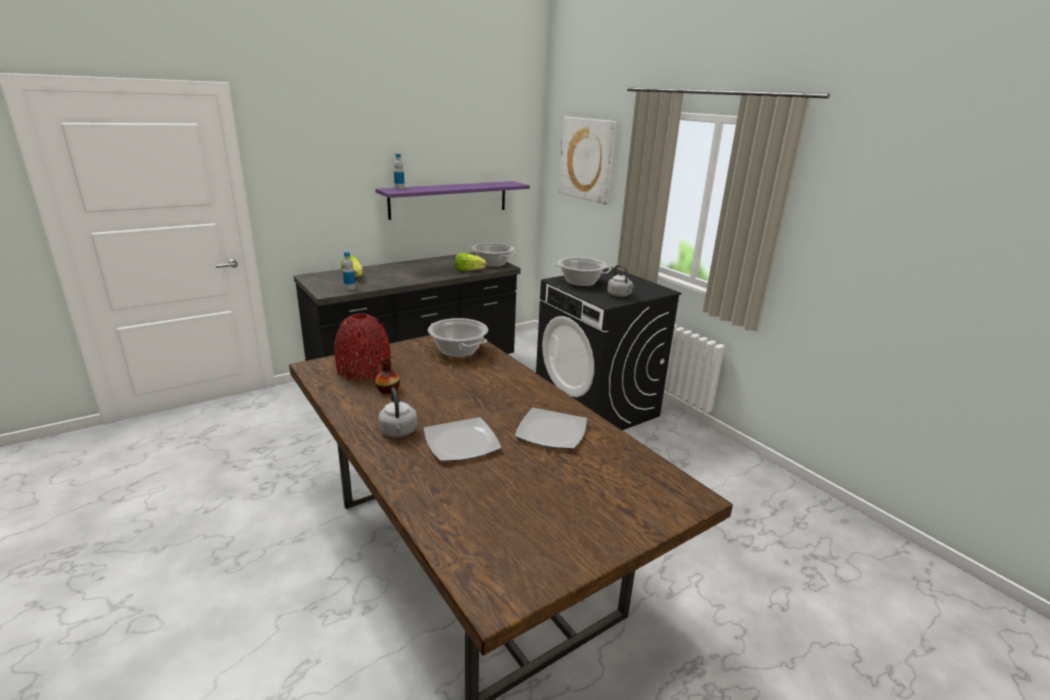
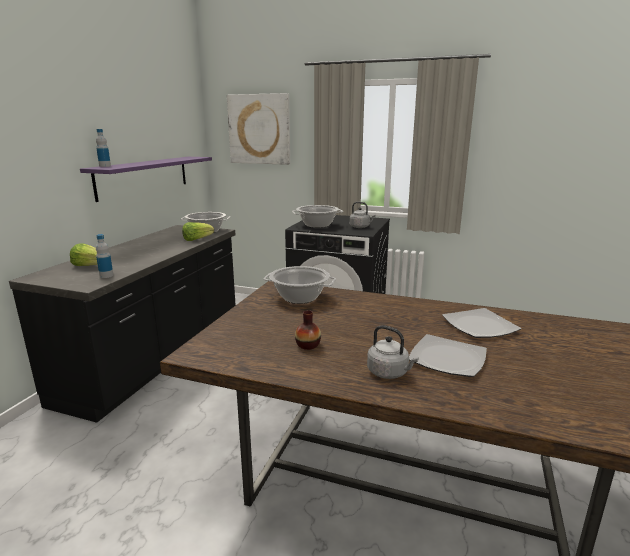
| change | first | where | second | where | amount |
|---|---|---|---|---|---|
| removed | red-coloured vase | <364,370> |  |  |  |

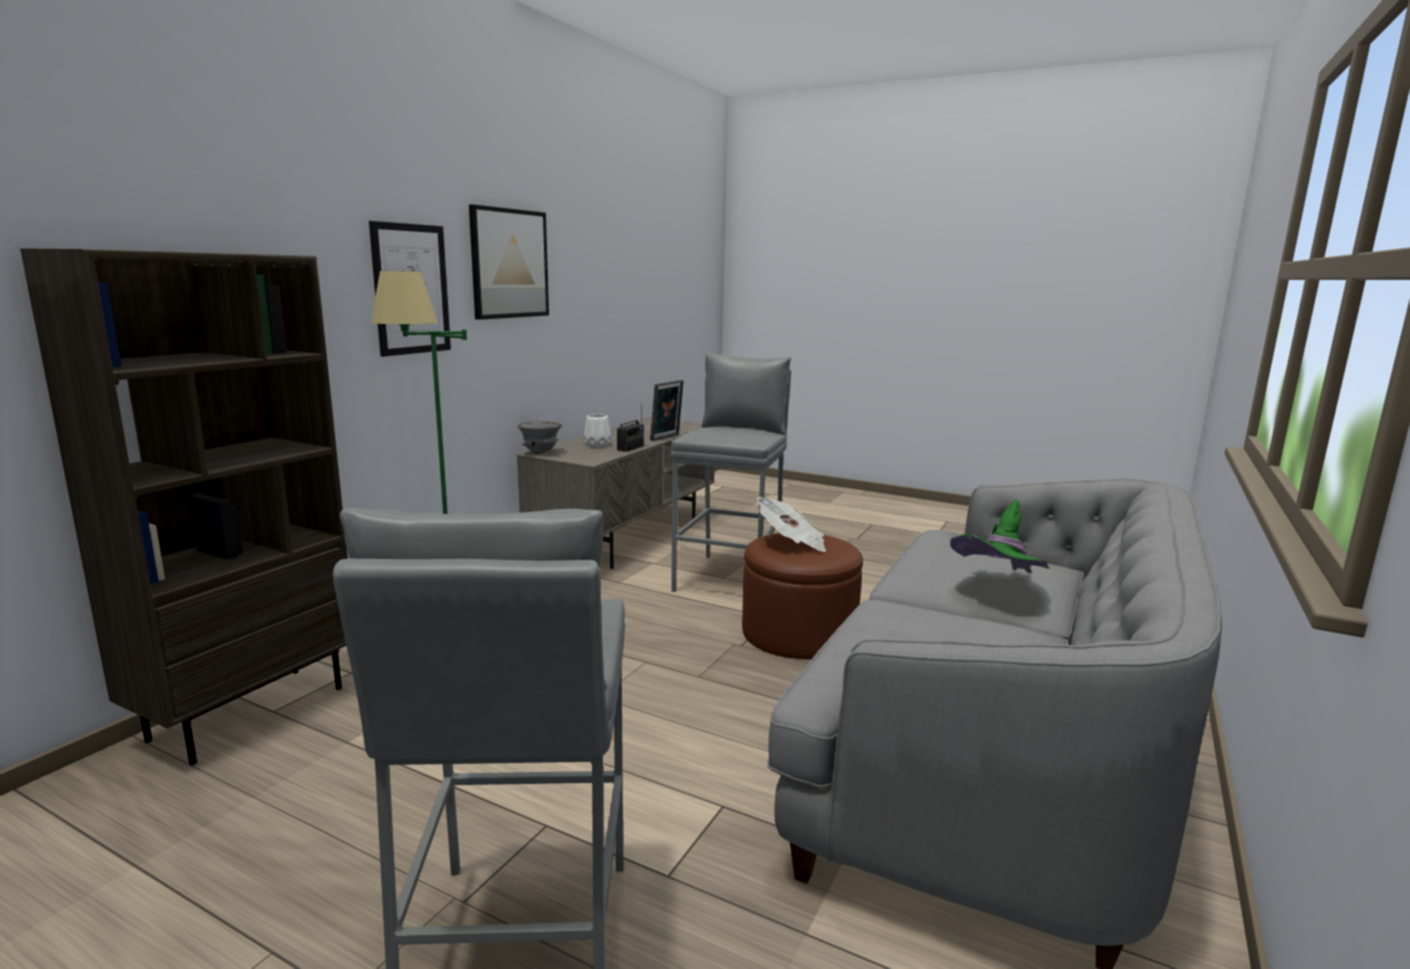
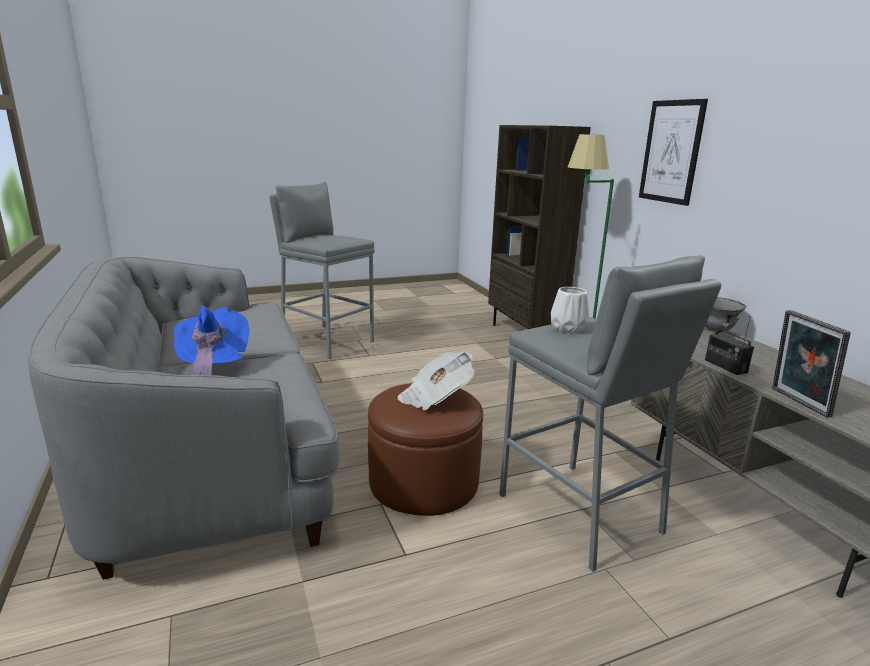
| change | first | where | second | where | amount |
|---|---|---|---|---|---|
| removed | wall picture | <509,263> |  |  |  |
| moved | white-coloured vase | <596,445> |  | <568,328> |  |
| recoloured | green-coloured clothing hat | <999,589> | blue clothing hat | <213,366> |  |

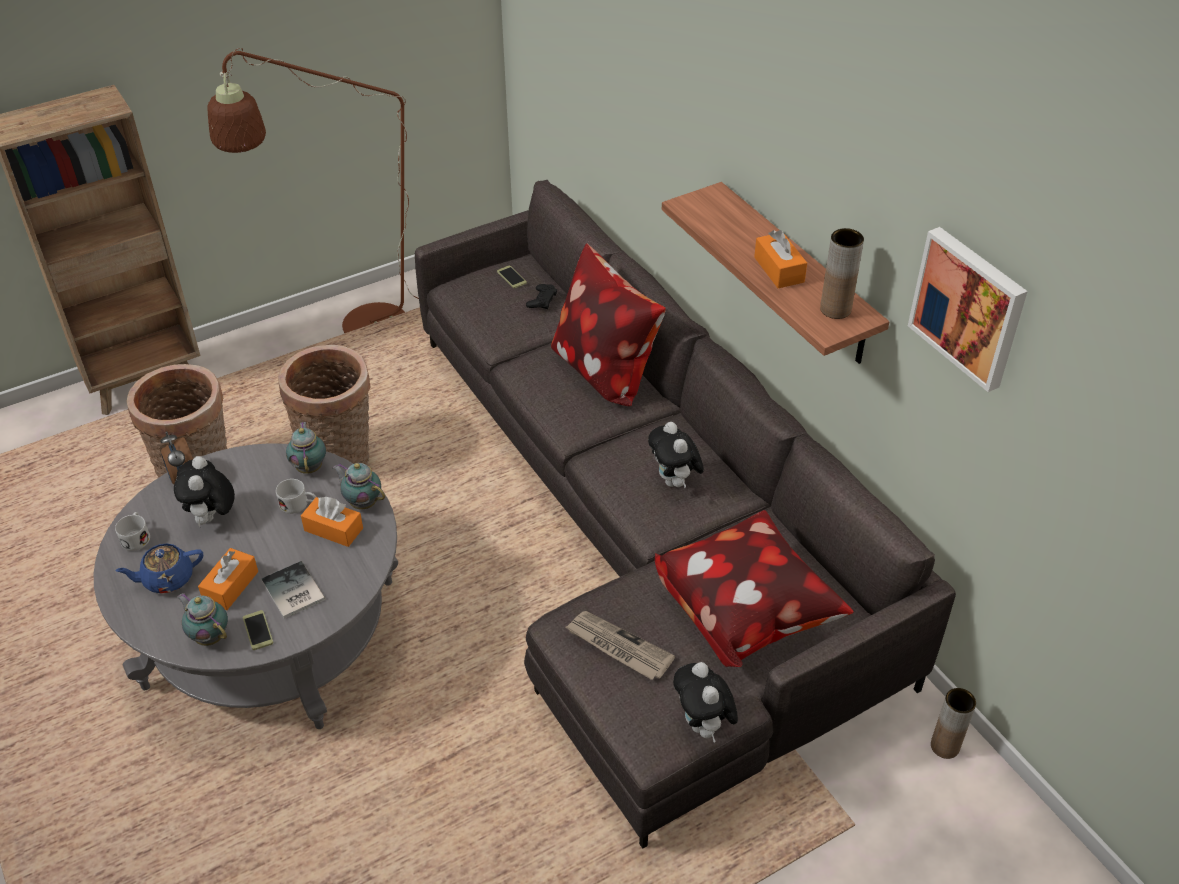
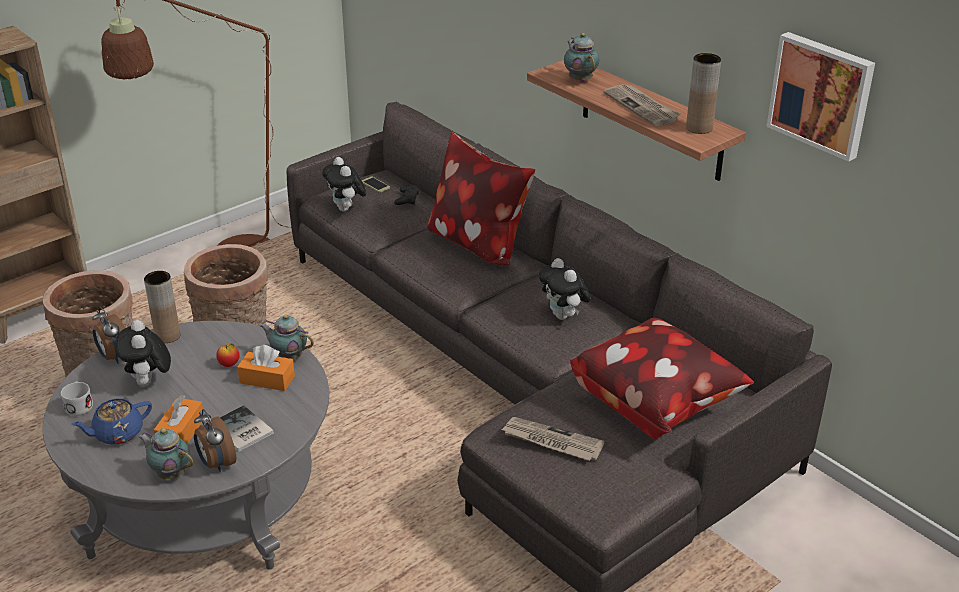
| change | first | where | second | where | amount |
|---|---|---|---|---|---|
| replaced | telephone | <258,630> | alarm clock | <216,463> |  |
| replaced | white-coloured tea mug | <299,505> | apple fruit | <229,364> |  |
| moved | teapot | <310,467> |  | <580,79> |  |
| moved | soft toy | <703,726> |  | <346,209> |  |
| replaced | orangey tissue holder | <779,270> | printed paper | <642,107> |  |
| moved | brownish vase | <944,746> |  | <167,336> |  |

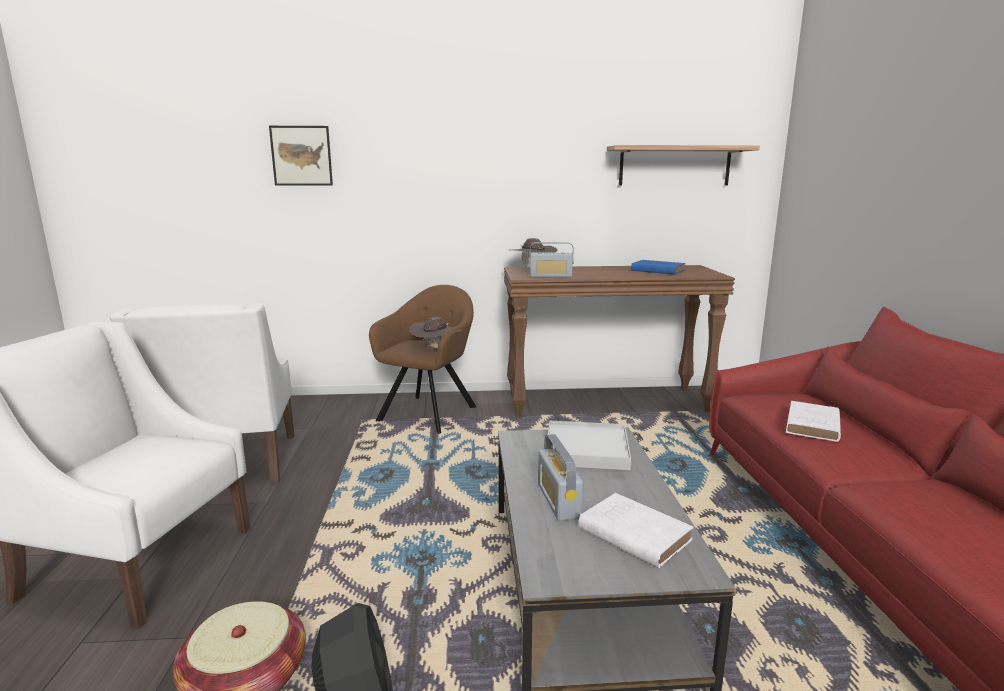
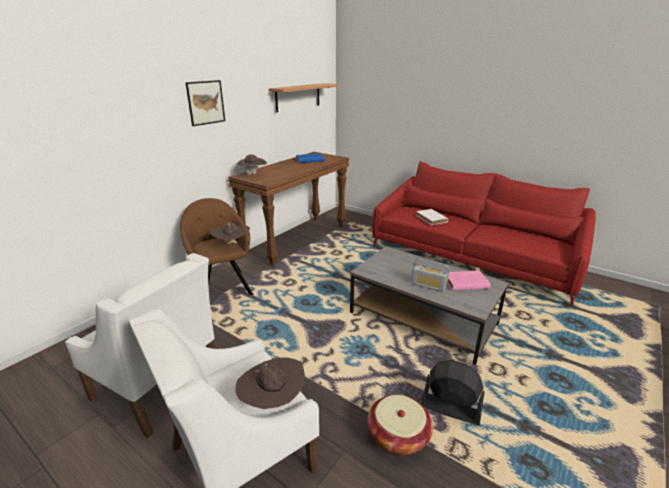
| change | first | where | second | where | amount |
|---|---|---|---|---|---|
| moved | wall picture | <301,156> |  | <205,102> |  |
| removed | radio receiver | <551,276> |  |  |  |
| removed | white-coloured tray | <586,449> |  |  |  |
| recoloured | white-coloured book | <632,533> | pink-coloured book | <464,283> |  |
| added |  |  | brownish clothing hat | <272,401> |  |

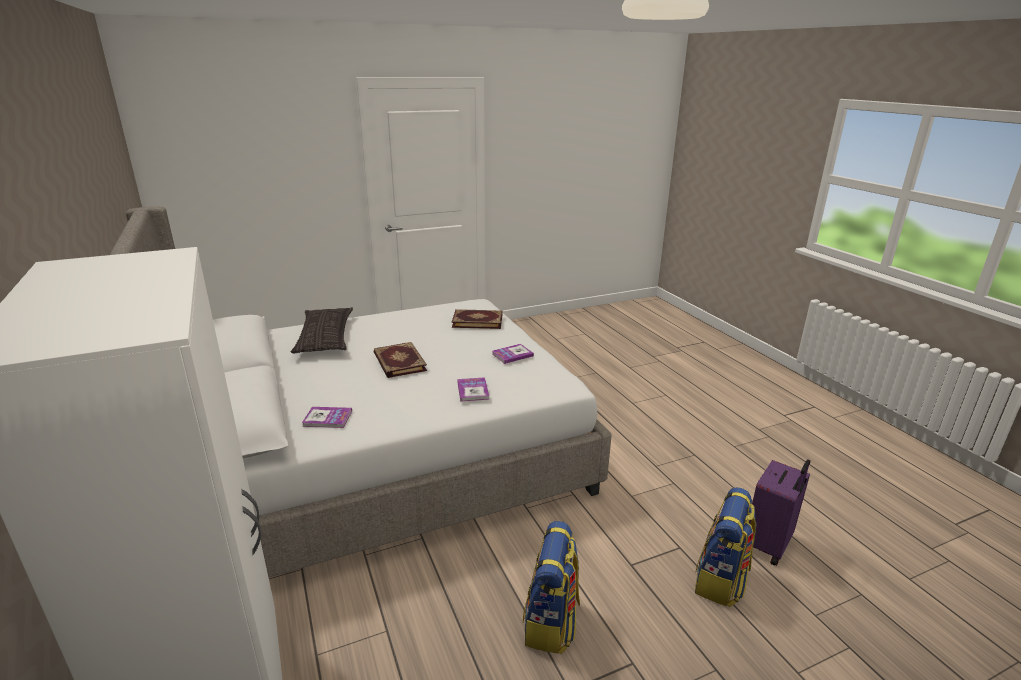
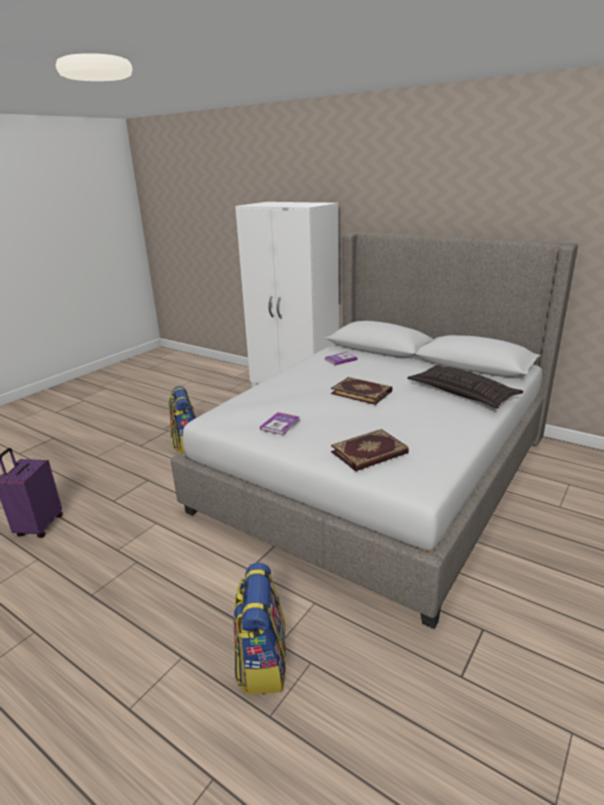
| change | first | where | second | where | amount |
|---|---|---|---|---|---|
| removed | book | <473,390> |  |  |  |
| moved | backpack | <721,580> |  | <261,662> |  |

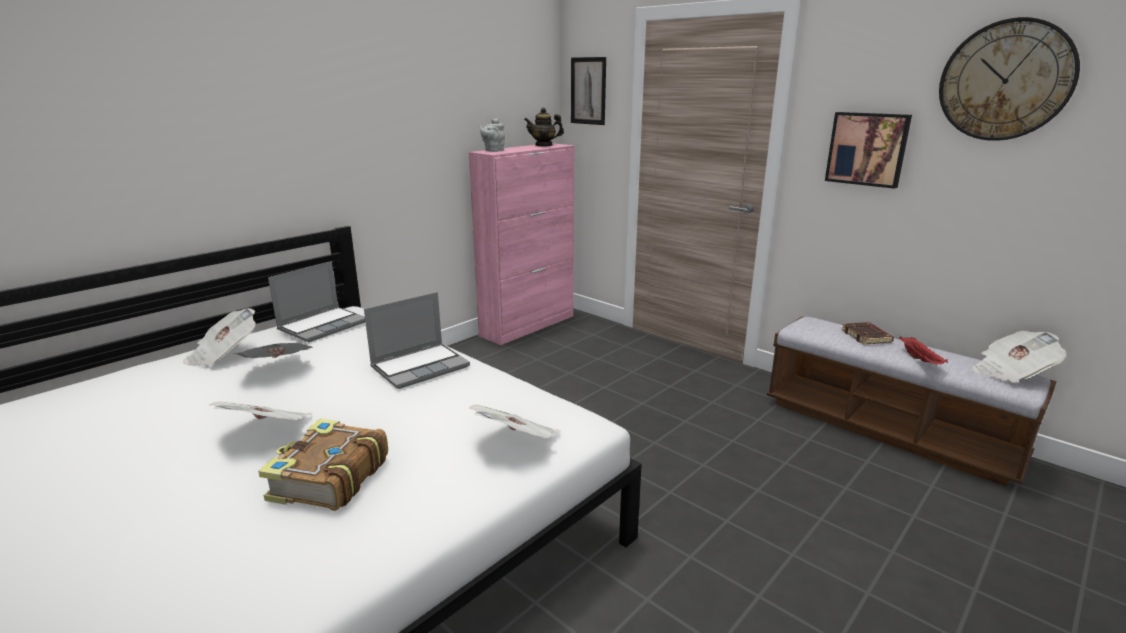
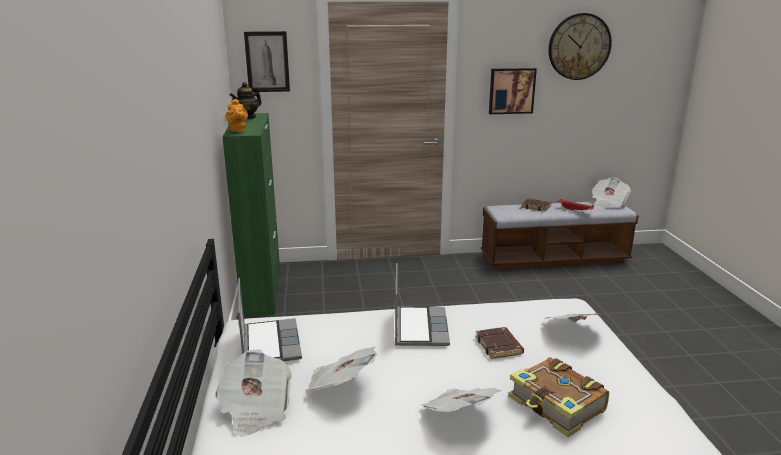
| change | first | where | second | where | amount |
|---|---|---|---|---|---|
| recoloured | pink-coloured cabinet | <528,325> | green-coloured cabinet | <262,290> |  |
| recoloured | greyish teapot | <493,150> | orangey teapot | <237,131> |  |
| added |  |  | brownish book | <499,346> |  |

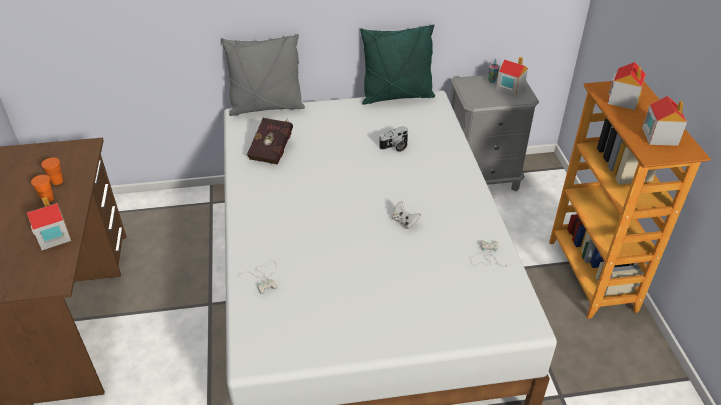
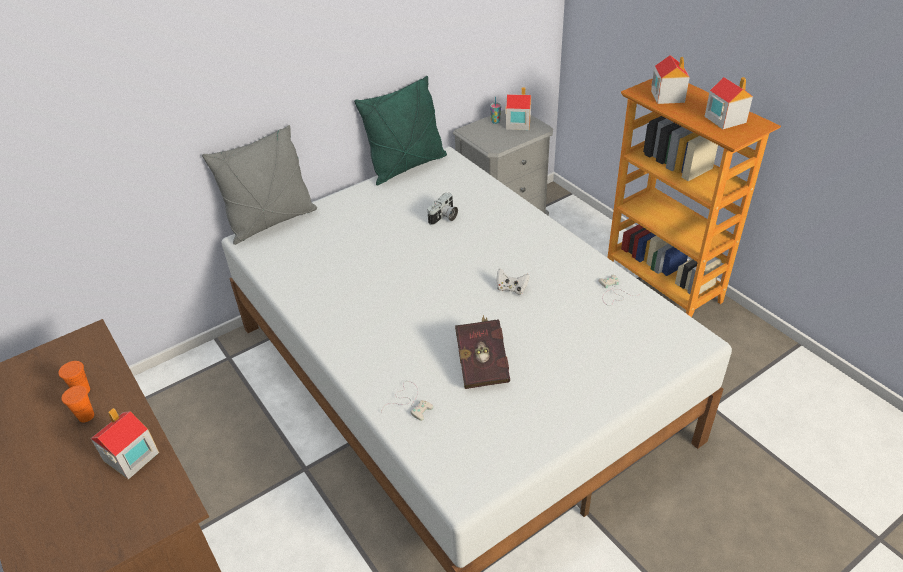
| change | first | where | second | where | amount |
|---|---|---|---|---|---|
| moved | red-coloured book | <273,150> |  | <482,364> |  |

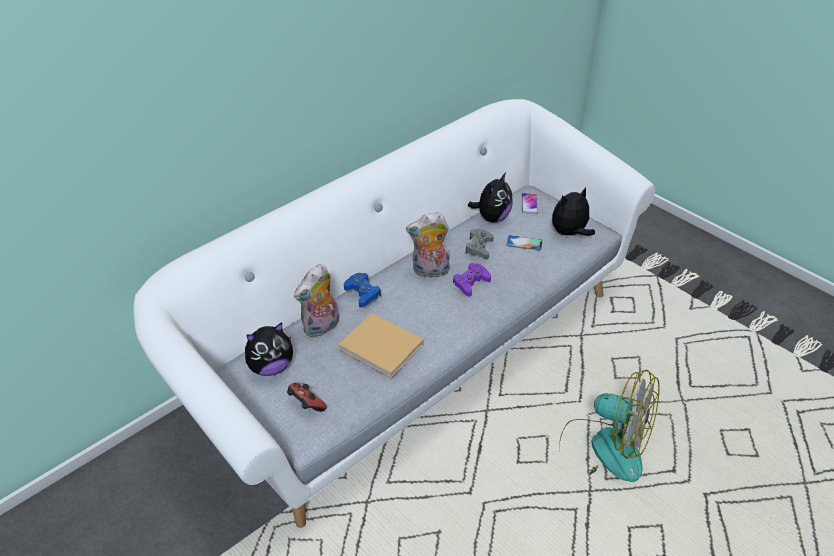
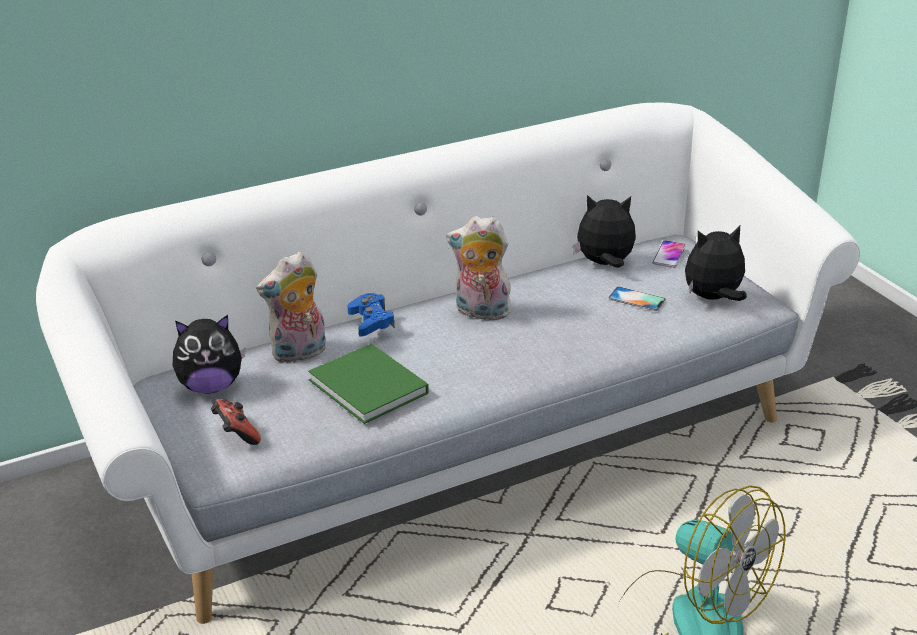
| change | first | where | second | where | amount |
|---|---|---|---|---|---|
| recoloured | sand-coloured book | <383,348> | green-coloured book | <370,388> |  |
| removed | purple game controller | <471,283> |  |  |  |
| removed | greyish game controller | <479,247> |  |  |  |
| turned | soft toy | <492,218> |  | <604,264> | 135 degrees counterclockwise |

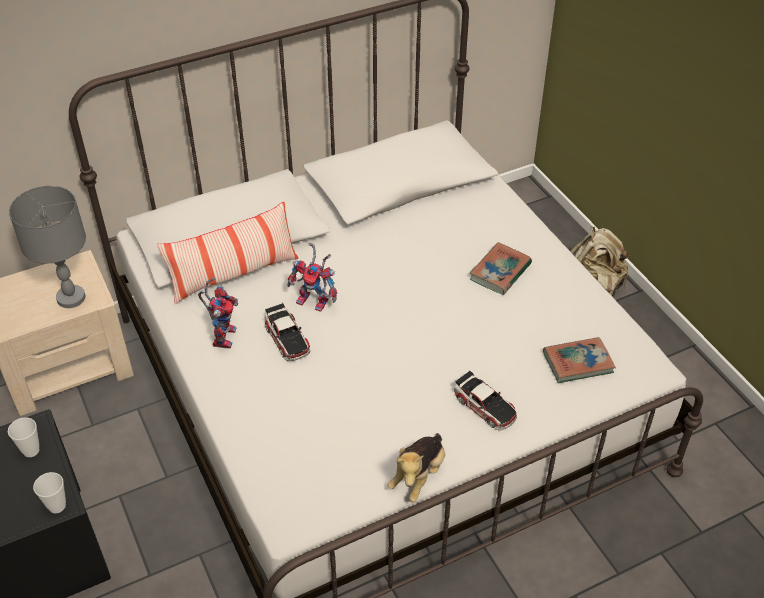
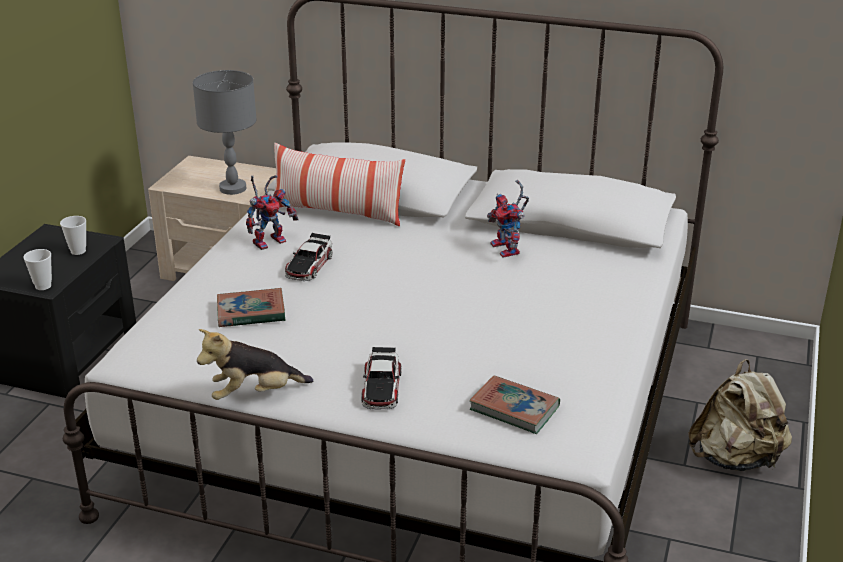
| change | first | where | second | where | amount |
|---|---|---|---|---|---|
| moved | toy robot | <316,301> |  | <508,250> |  |
| moved | book | <500,272> |  | <251,313> |  |

